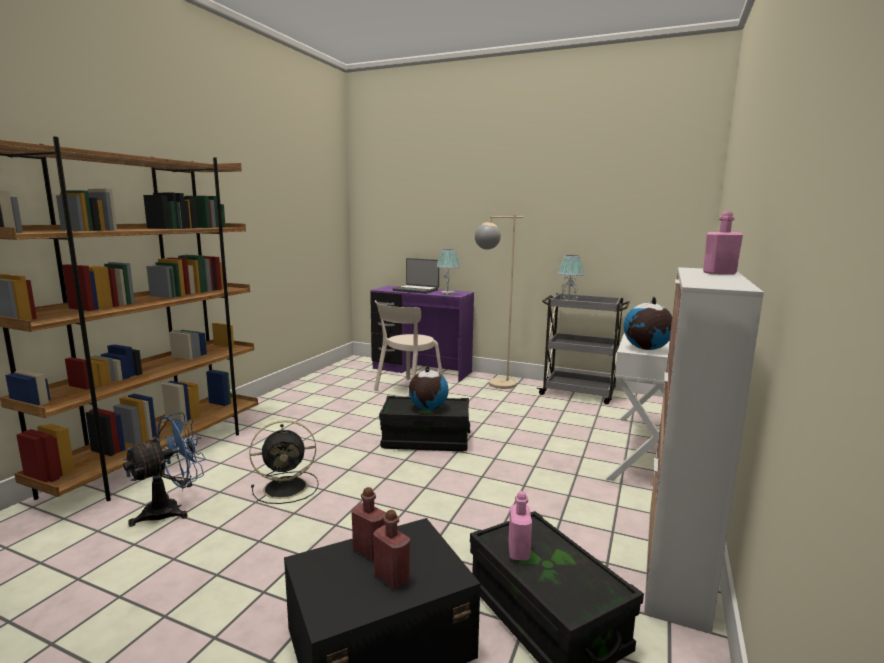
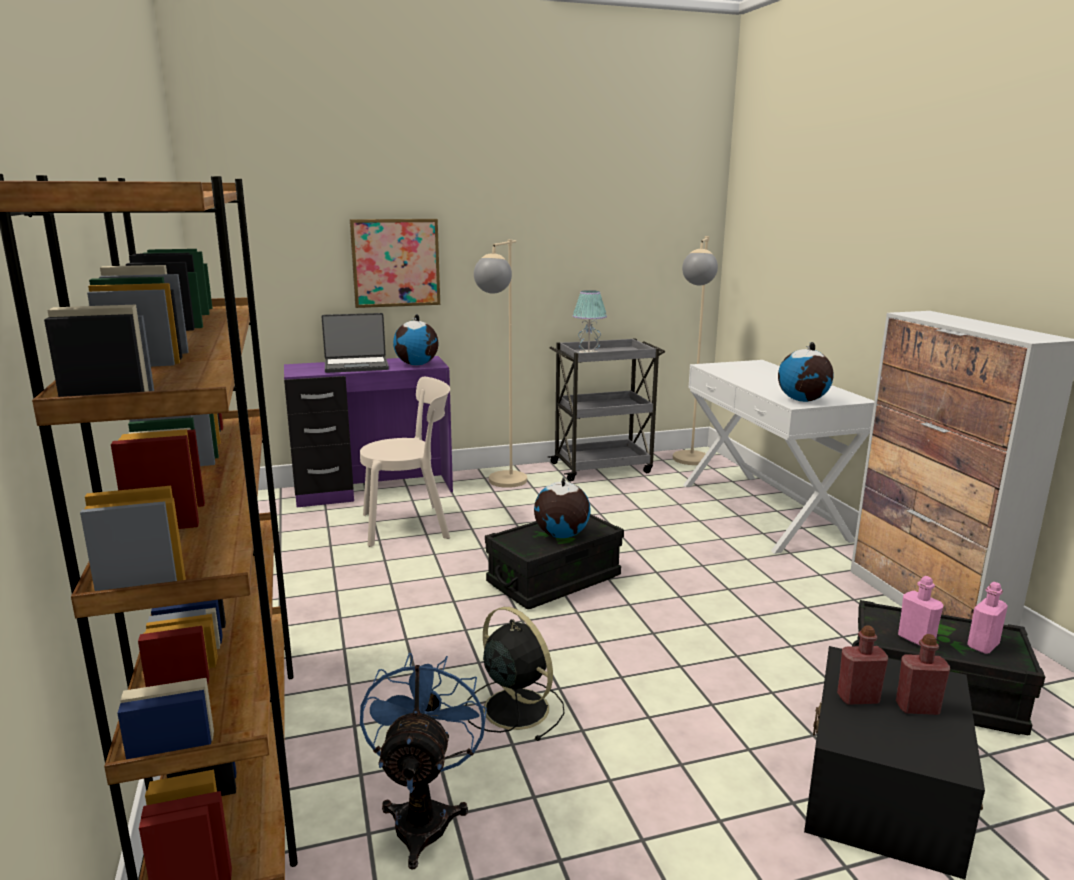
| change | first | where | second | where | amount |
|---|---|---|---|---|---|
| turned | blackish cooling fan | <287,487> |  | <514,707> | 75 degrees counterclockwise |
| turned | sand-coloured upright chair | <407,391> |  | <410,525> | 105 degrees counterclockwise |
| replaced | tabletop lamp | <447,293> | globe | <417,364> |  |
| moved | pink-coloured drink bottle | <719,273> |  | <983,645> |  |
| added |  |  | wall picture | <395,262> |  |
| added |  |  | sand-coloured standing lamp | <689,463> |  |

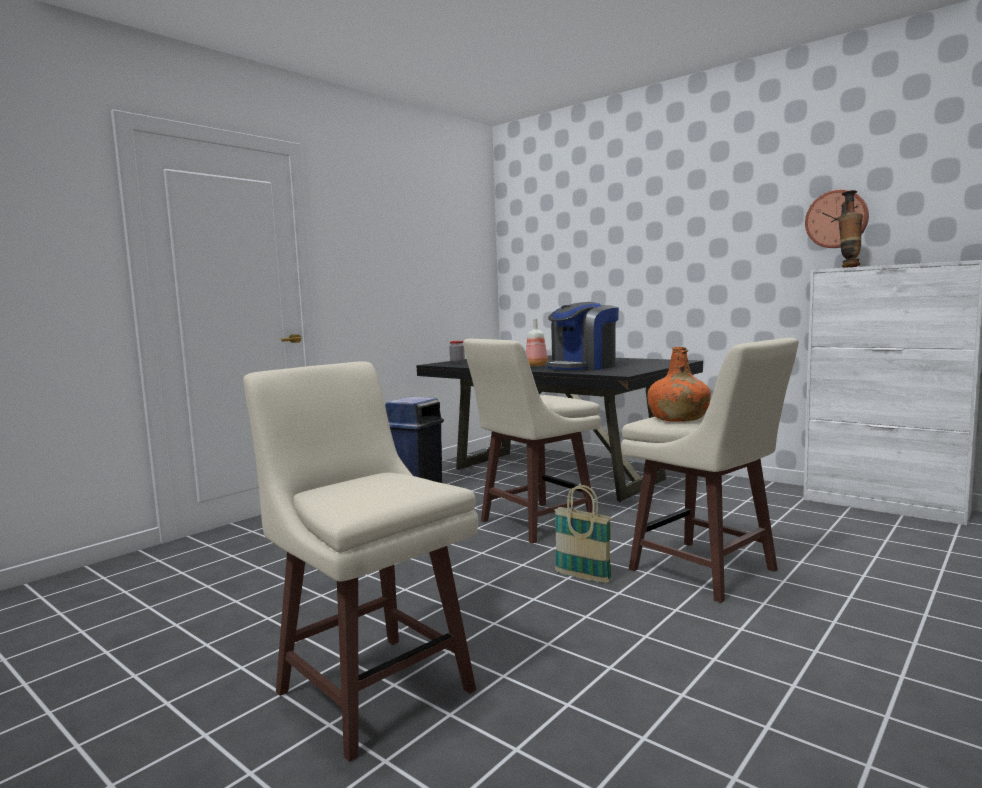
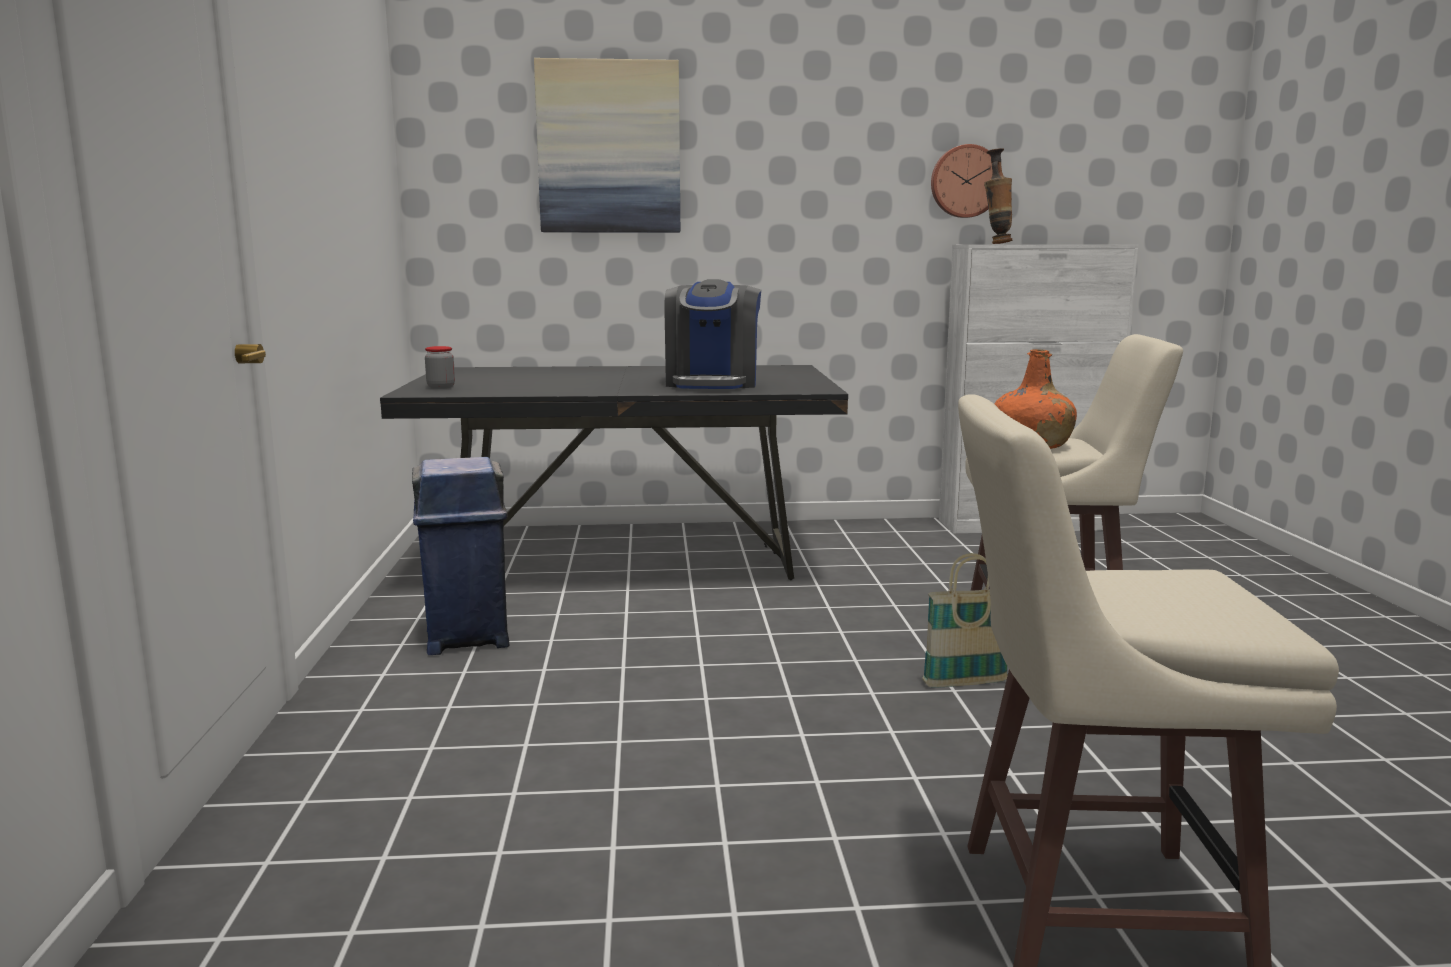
| change | first | where | second | where | amount |
|---|---|---|---|---|---|
| removed | sand-coloured stool seat | <534,523> |  |  |  |
| removed | drink bottle | <537,365> |  |  |  |
| added |  |  | wall picture | <609,148> |  |

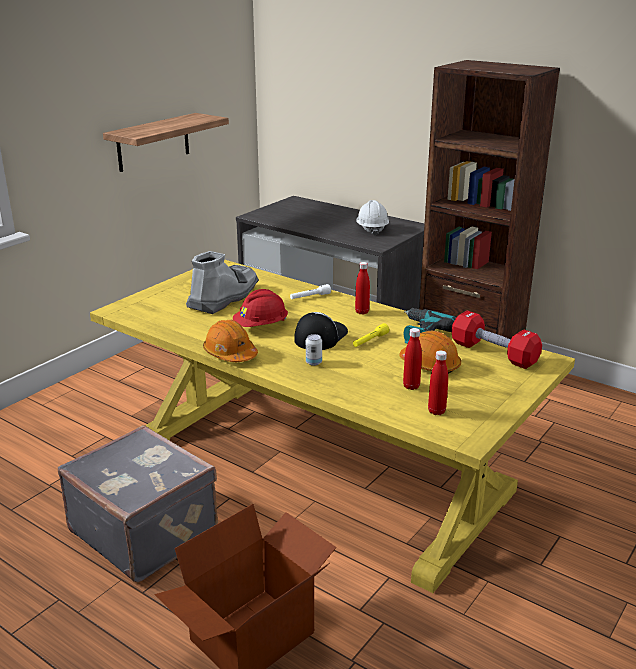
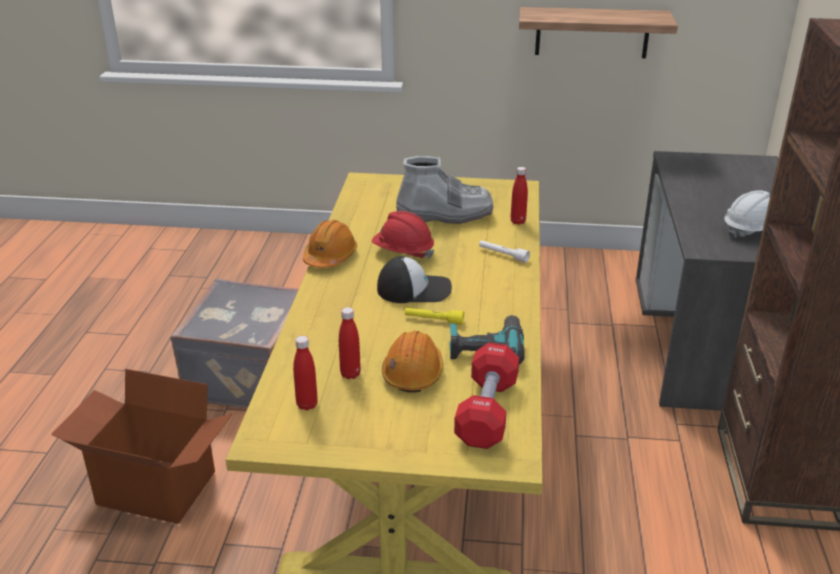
| change | first | where | second | where | amount |
|---|---|---|---|---|---|
| removed | metal can | <314,362> |  |  |  |
| moved | red-coloured drink bottle | <362,312> |  | <518,221> |  |

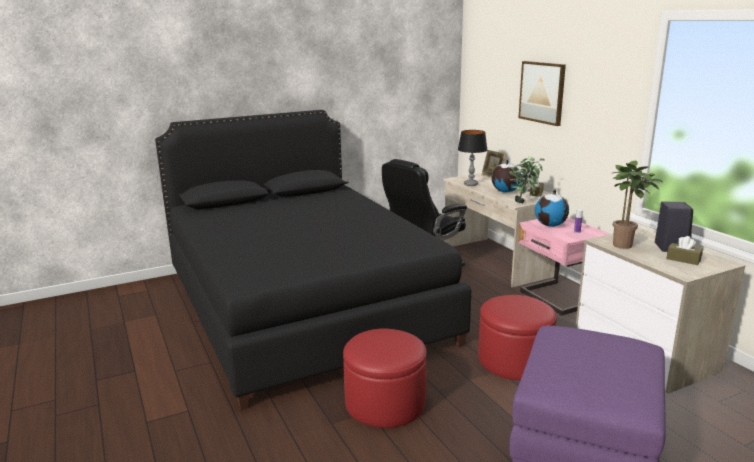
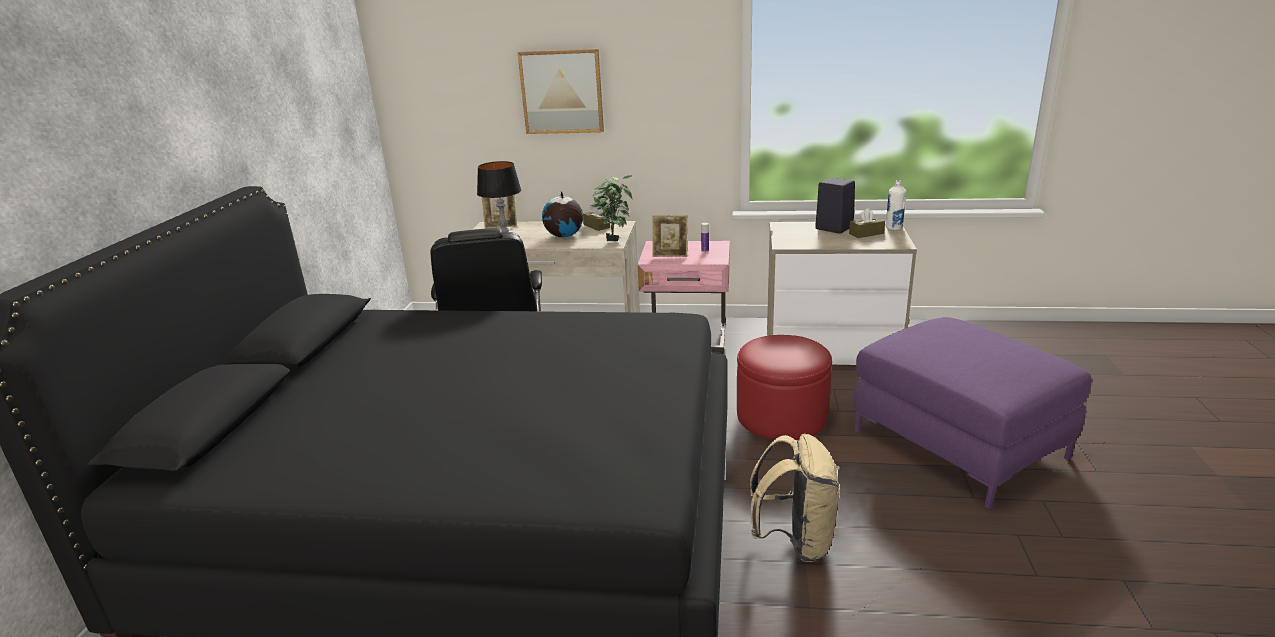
| change | first | where | second | where | amount |
|---|---|---|---|---|---|
| replaced | red-coloured ottoman | <385,402> | sand-coloured backpack | <795,541> |  |
| replaced | globe | <550,225> | standing frame | <670,254> |  |
| removed | houseplant | <625,246> |  |  |  |
| added |  |  | white-coloured drink bottle | <893,228> |  |

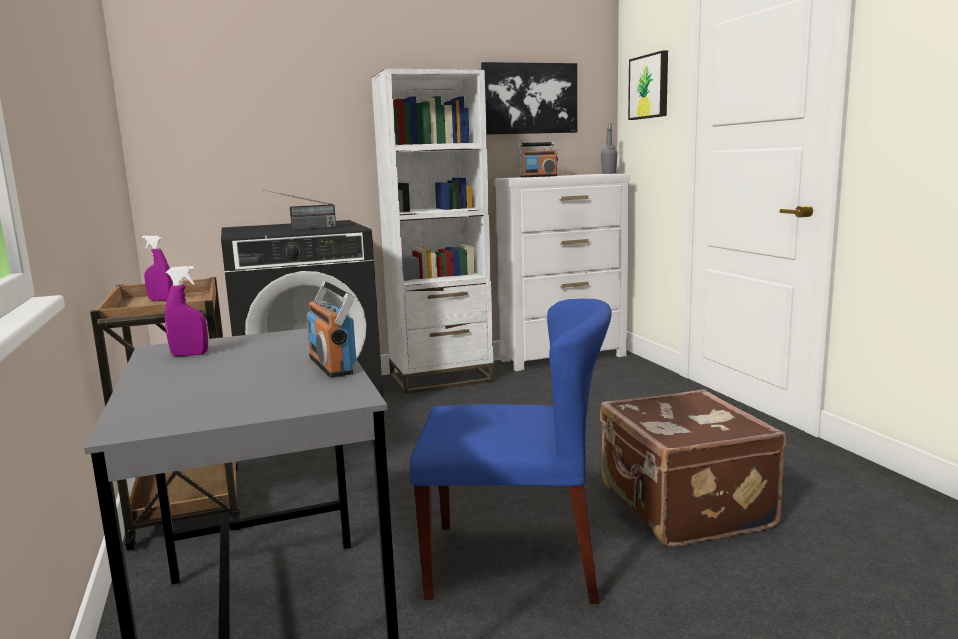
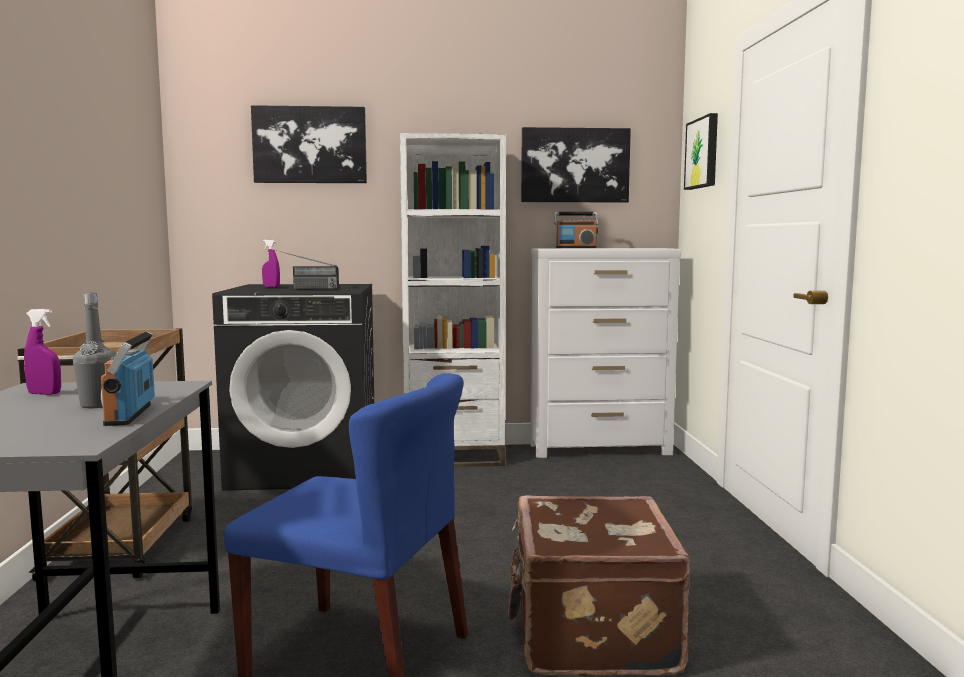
| change | first | where | second | where | amount |
|---|---|---|---|---|---|
| moved | purple spray bottle | <161,300> |  | <271,287> |  |
| moved | greyish drink bottle | <609,173> |  | <98,405> |  |
| added |  |  | wall picture | <310,145> |  |

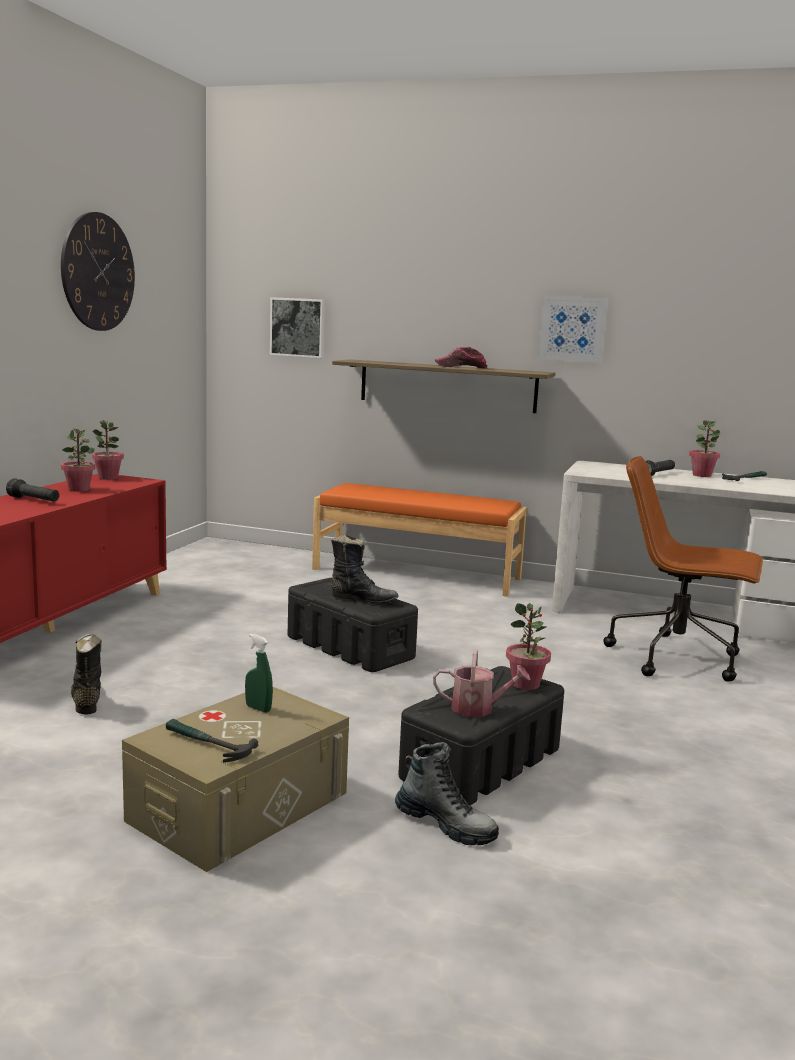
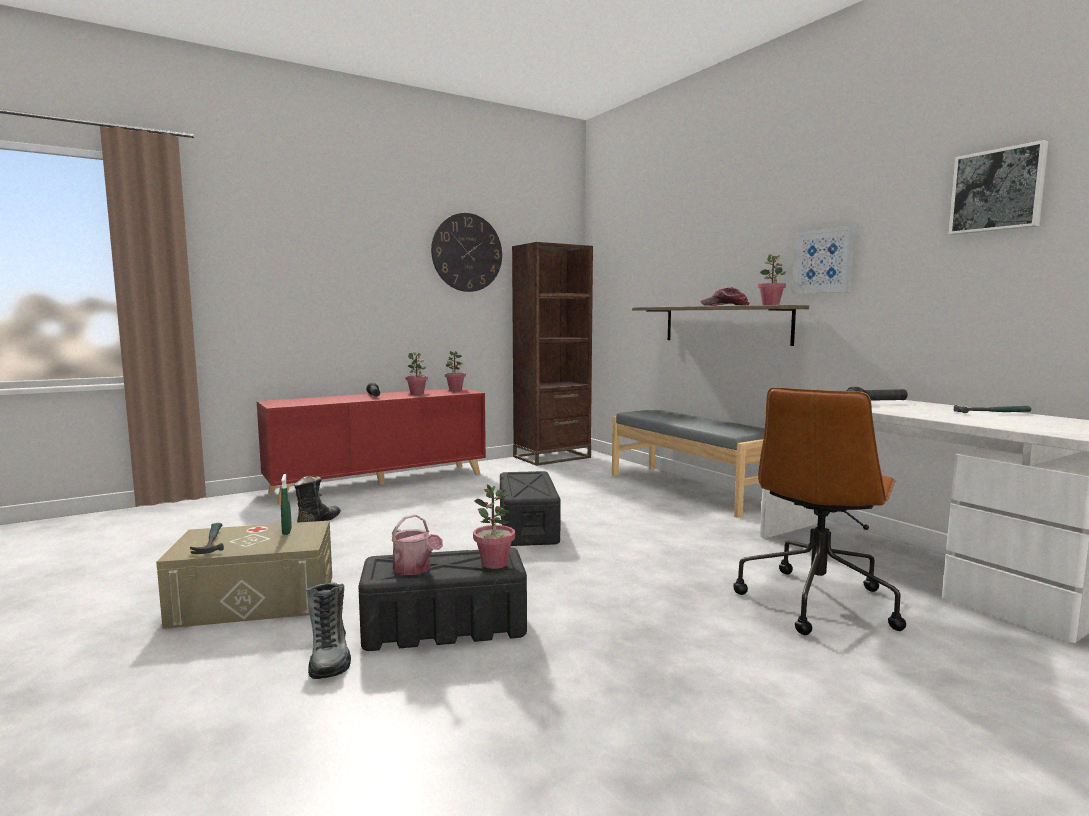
| change | first | where | second | where | amount |
|---|---|---|---|---|---|
| moved | wall picture | <298,327> |  | <997,190> |  |
| recoloured | orangey indoor bench | <417,573> | greyish indoor bench | <690,489> |  |
| removed | blackish boot | <363,599> |  |  |  |
| turned | brownish office chair | <677,658> |  | <816,601> | 120 degrees counterclockwise |
| moved | houseplant | <702,475> |  | <770,305> |  |
| added |  |  | brownish bookcase | <552,457> |  |

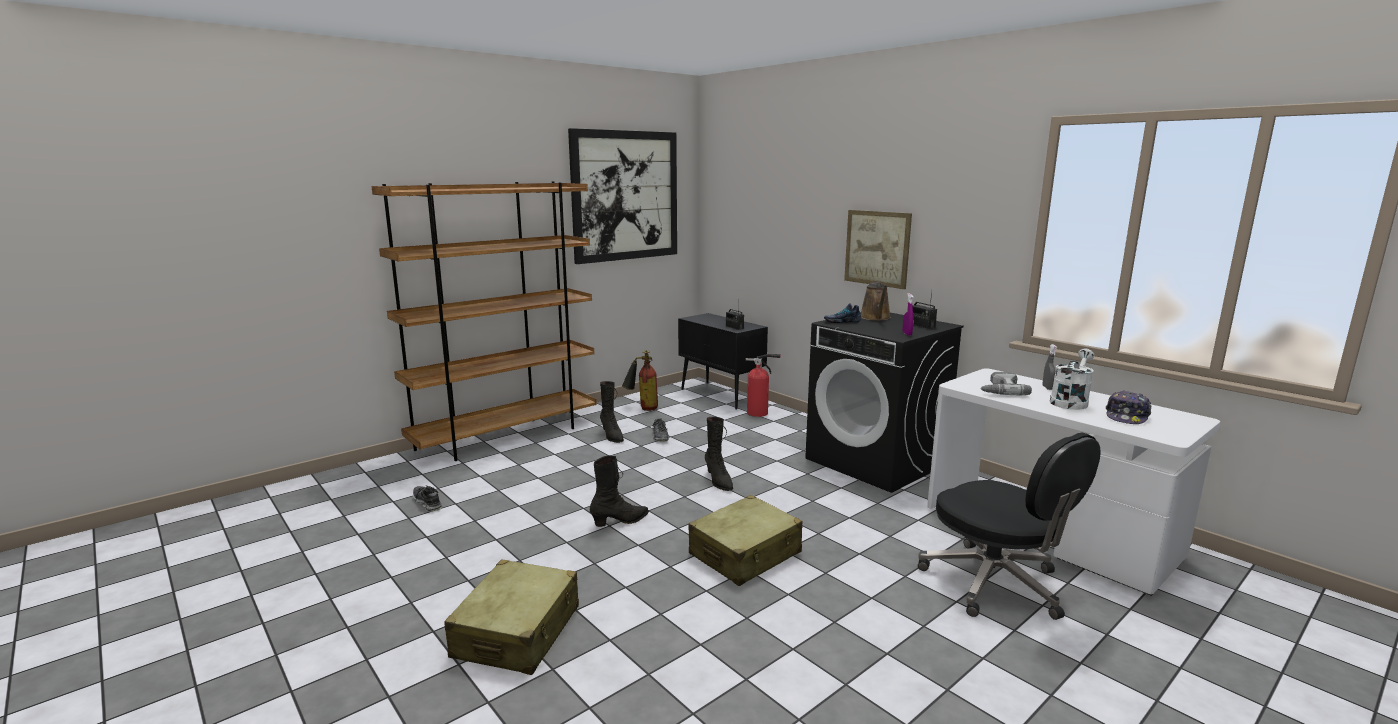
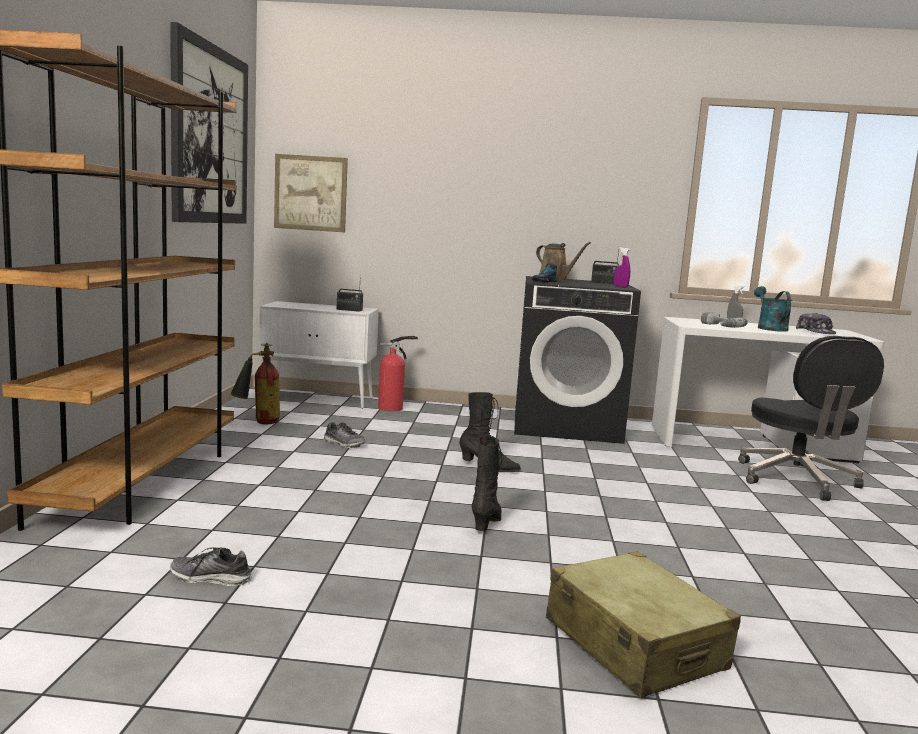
| change | first | where | second | where | amount |
|---|---|---|---|---|---|
| removed | blackish boot | <612,436> |  |  |  |
| recoloured | blackish cabinet | <721,395> | white-coloured cabinet | <319,399> |  |
| removed | sand-coloured piece of luggage | <745,554> |  |  |  |
| moved | wall picture | <877,248> |  | <310,193> |  |
| turned | blackish office chair | <995,584> |  | <797,480> | 75 degrees clockwise |
| recoloured | white-coloured sprinkling can | <1070,401> | turquoise sprinkling can | <769,328> |  |

